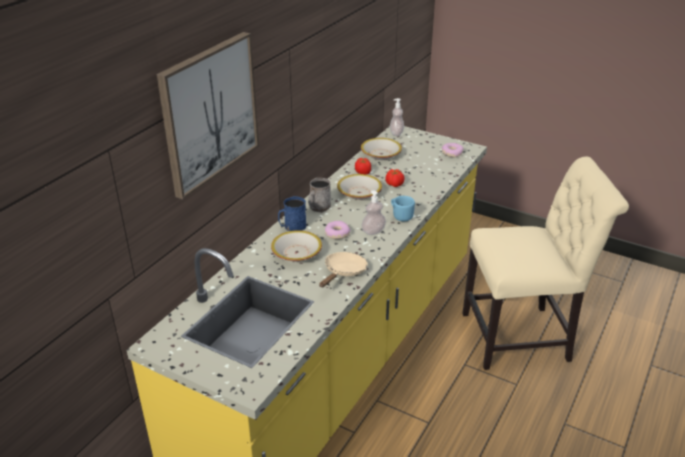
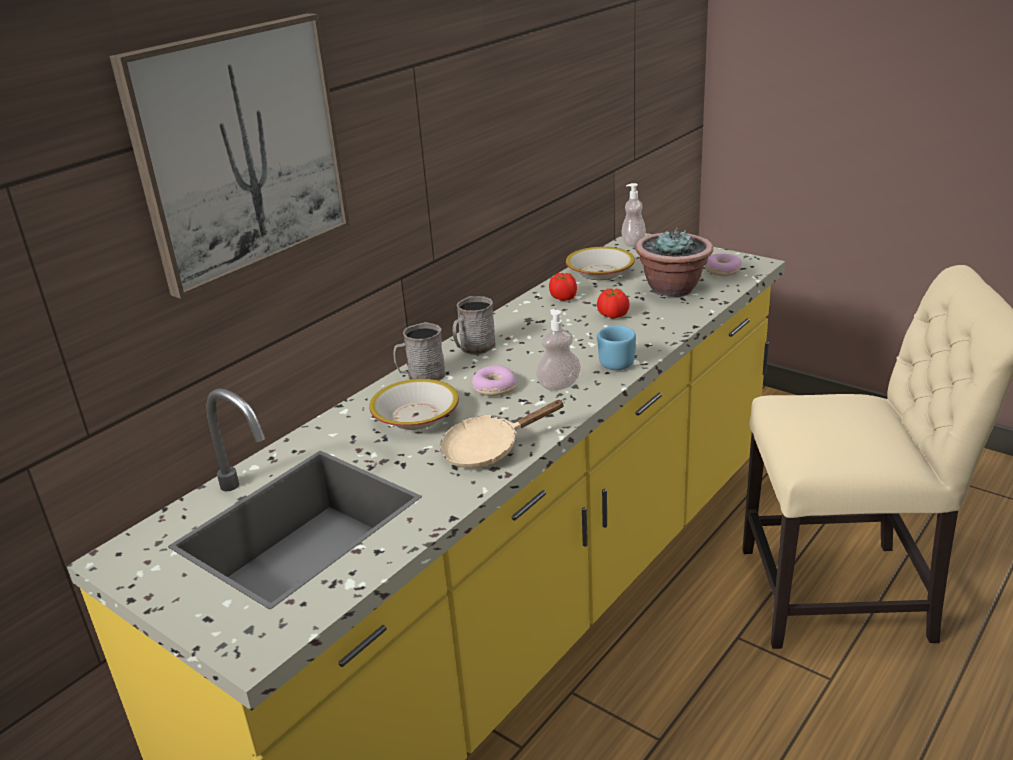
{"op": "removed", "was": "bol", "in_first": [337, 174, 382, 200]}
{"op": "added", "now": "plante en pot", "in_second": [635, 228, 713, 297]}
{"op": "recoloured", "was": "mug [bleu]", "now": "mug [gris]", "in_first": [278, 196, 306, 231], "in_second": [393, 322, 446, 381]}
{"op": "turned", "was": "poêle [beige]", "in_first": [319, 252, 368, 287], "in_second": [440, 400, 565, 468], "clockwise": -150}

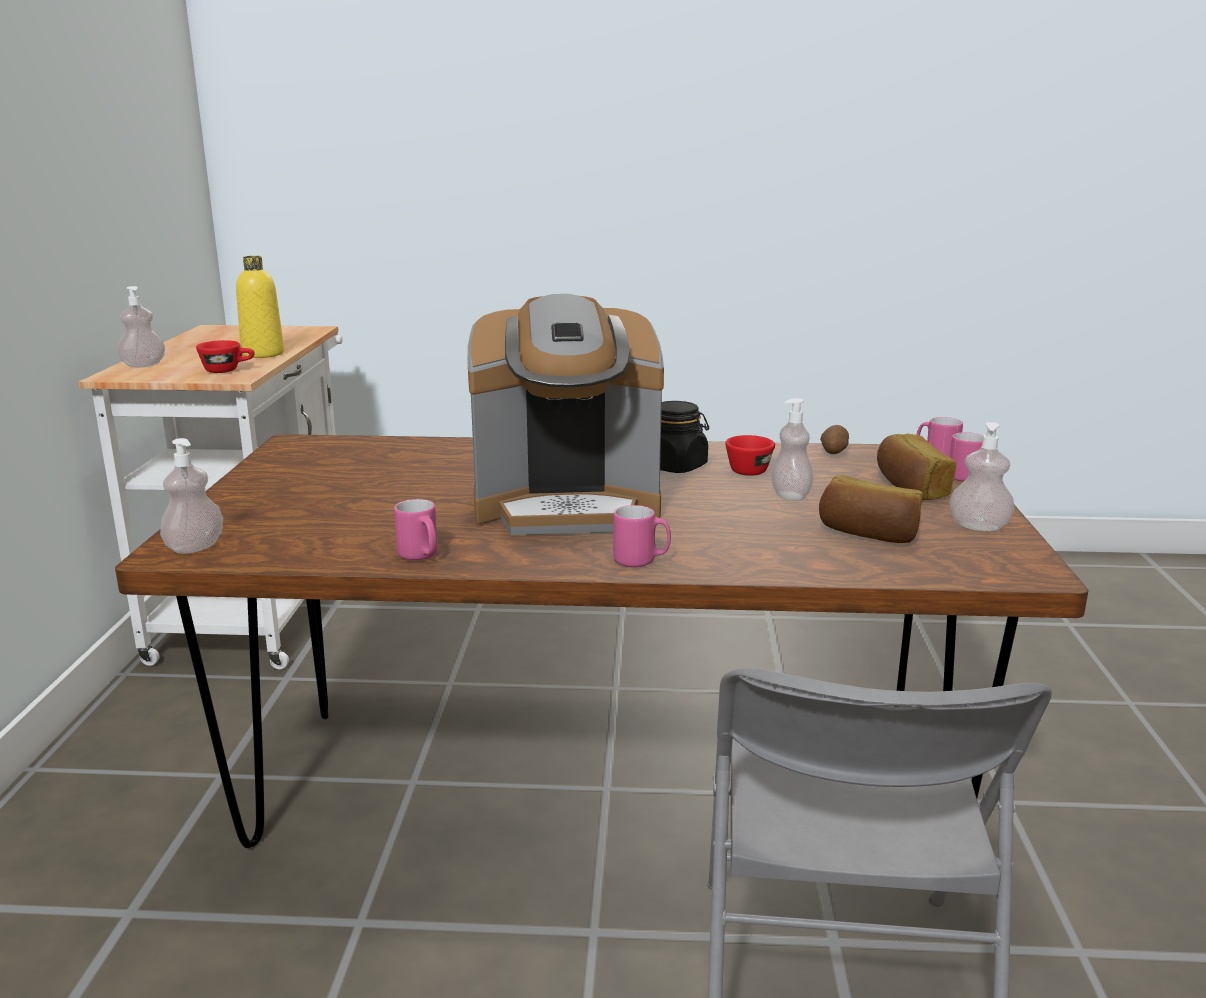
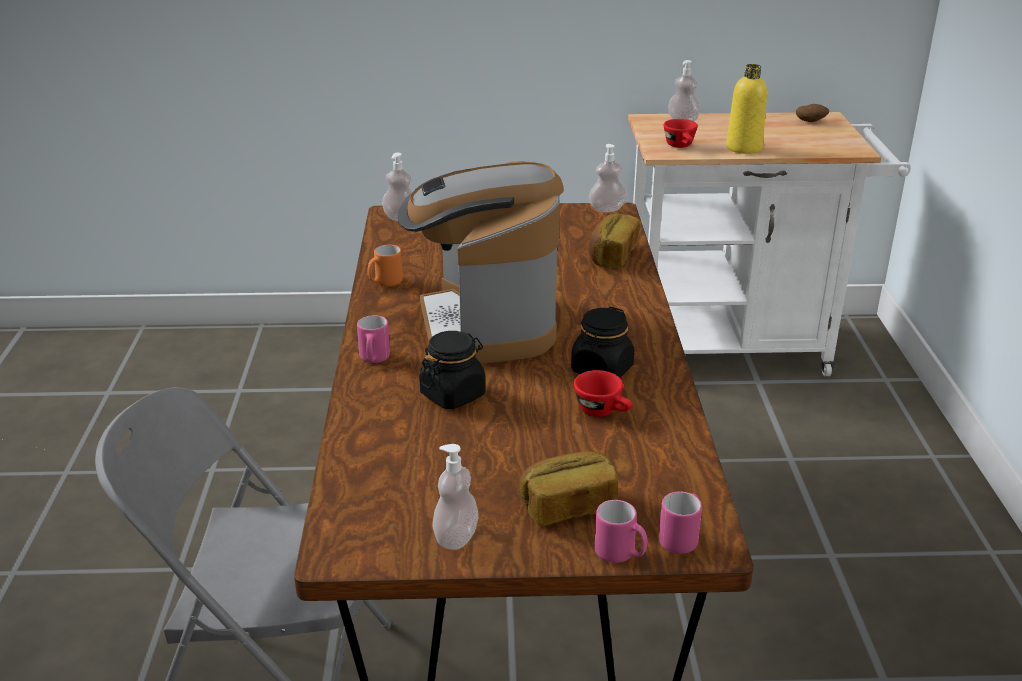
{"op": "added", "now": "bocal [noir]", "in_second": [419, 331, 485, 409]}
{"op": "moved", "was": "distributeur de savon", "in_first": [771, 398, 813, 501], "in_second": [589, 144, 627, 212]}
{"op": "moved", "was": "pain", "in_first": [819, 475, 923, 543], "in_second": [589, 214, 640, 268]}
{"op": "moved", "was": "pomme de terre", "in_first": [820, 425, 849, 454], "in_second": [796, 104, 829, 122]}
{"op": "recoloured", "was": "mug [rose]", "now": "mug [orange]", "in_first": [394, 499, 438, 560], "in_second": [368, 245, 403, 286]}

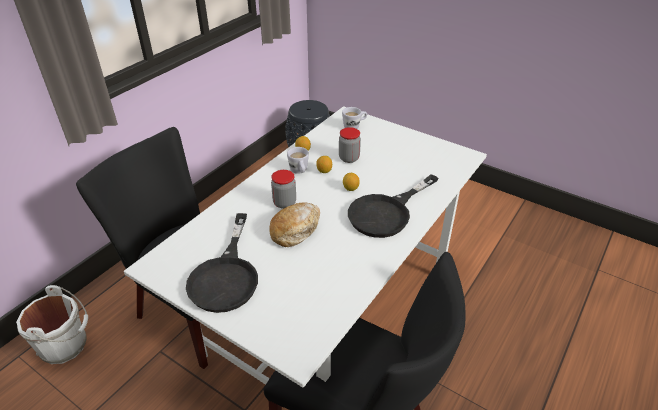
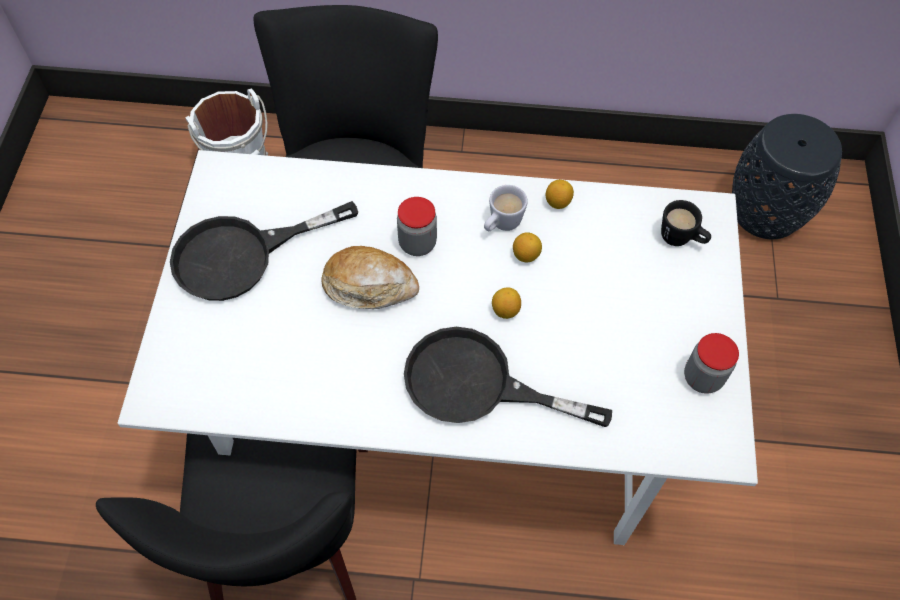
{"op": "moved", "was": "bocal", "in_first": [339, 127, 361, 163], "in_second": [684, 333, 739, 394]}
{"op": "recoloured", "was": "mug [blanc]", "now": "mug [noir]", "in_first": [342, 107, 367, 129], "in_second": [661, 200, 711, 246]}

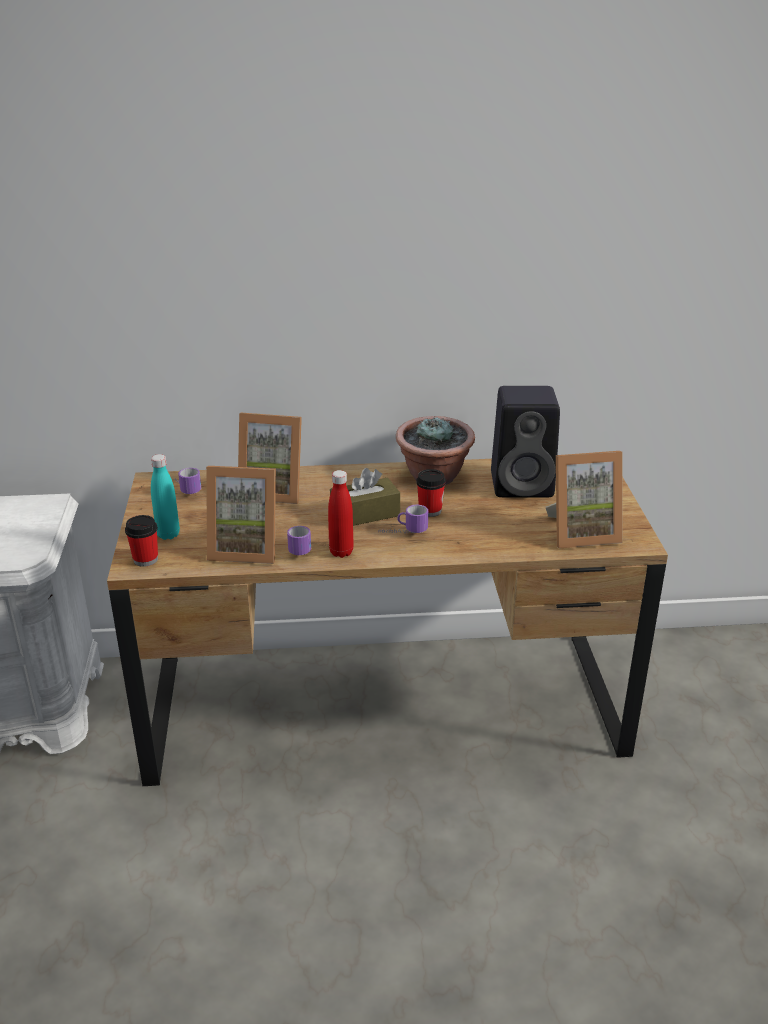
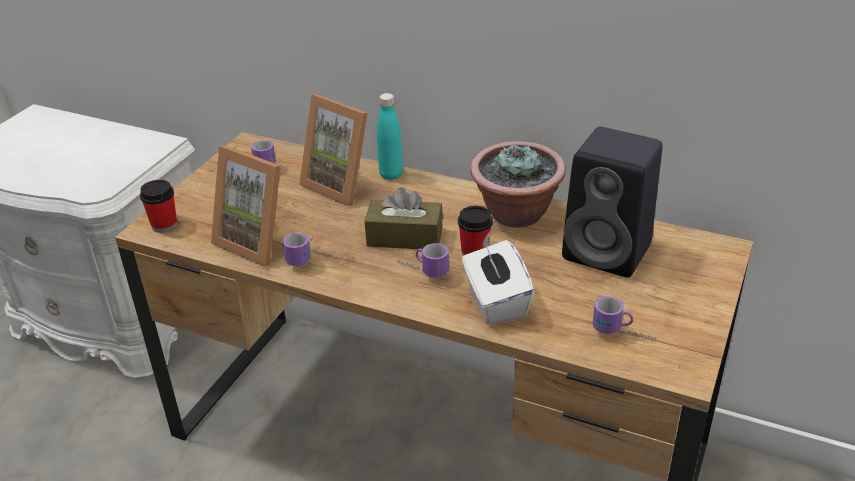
{"op": "removed", "was": "bouteille [rouge]", "in_first": [328, 470, 354, 558]}
{"op": "added", "now": "boîte à mouchoirs [blanc]", "in_second": [462, 240, 534, 325]}
{"op": "moved", "was": "bouteille [turquoise]", "in_first": [151, 454, 180, 540], "in_second": [377, 93, 403, 180]}
{"op": "replaced", "was": "cadre photo", "now": "mug", "in_first": [546, 451, 623, 548], "in_second": [593, 296, 656, 341]}

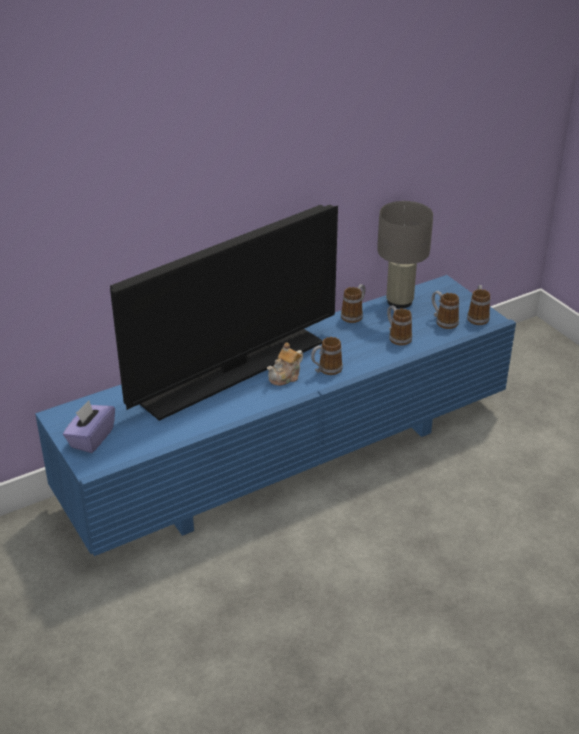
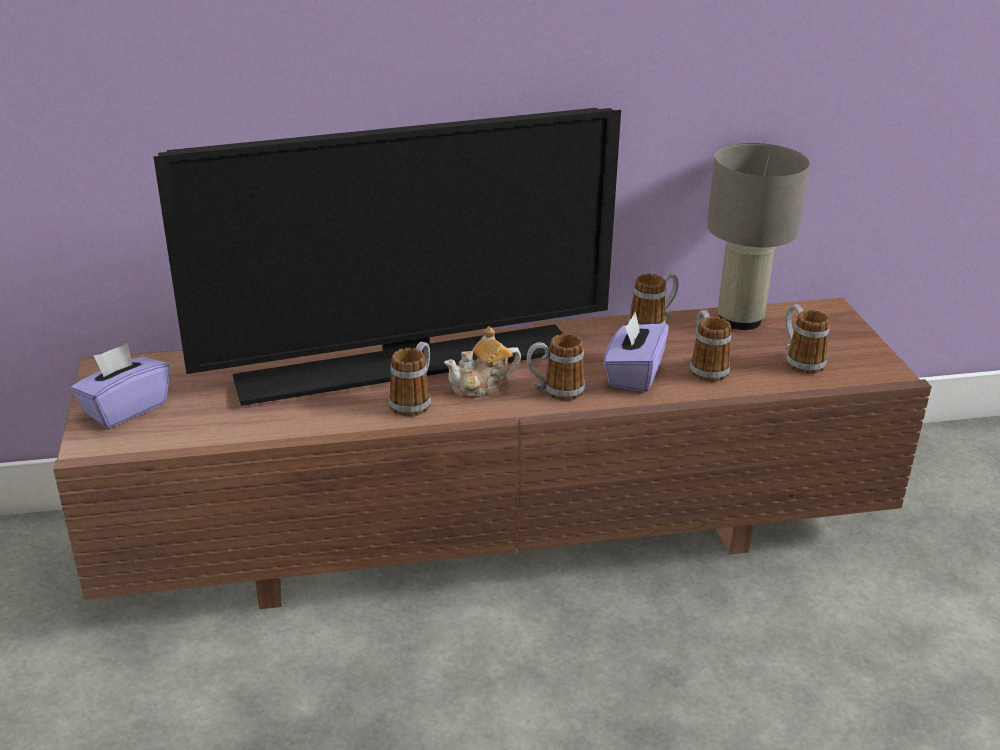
{"op": "added", "now": "boîte à mouchoirs [violet]", "in_second": [603, 311, 669, 392]}
{"op": "moved", "was": "mug", "in_first": [467, 285, 490, 325], "in_second": [389, 342, 431, 417]}
{"op": "recoloured", "was": "meuble télé [bleu]", "now": "meuble télé [marron]", "in_first": [35, 275, 516, 556], "in_second": [53, 298, 932, 609]}

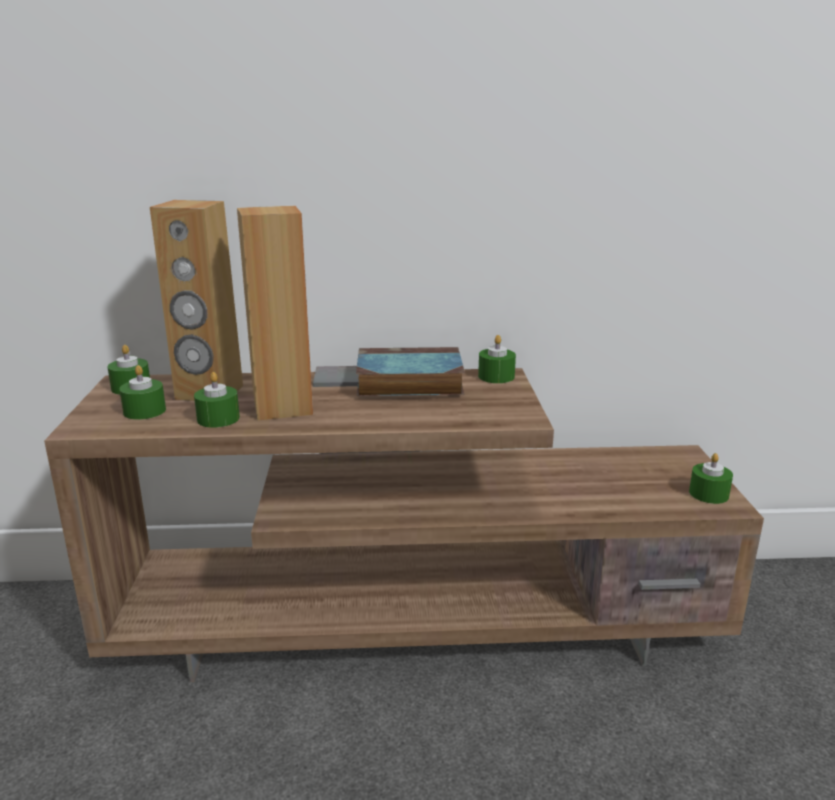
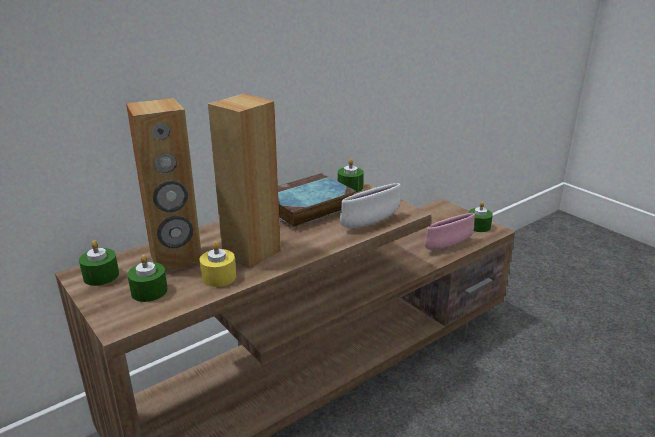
{"op": "added", "now": "bol [blanc]", "in_second": [340, 183, 400, 228]}
{"op": "added", "now": "bol [rose]", "in_second": [424, 213, 475, 250]}
{"op": "recoloured", "was": "bougie [vert]", "now": "bougie [jaune]", "in_first": [194, 372, 240, 428], "in_second": [200, 241, 236, 287]}

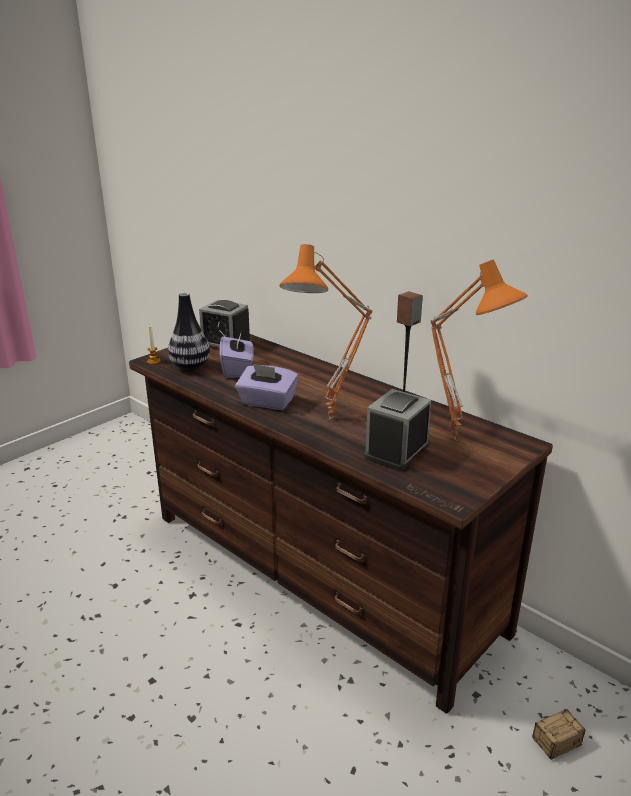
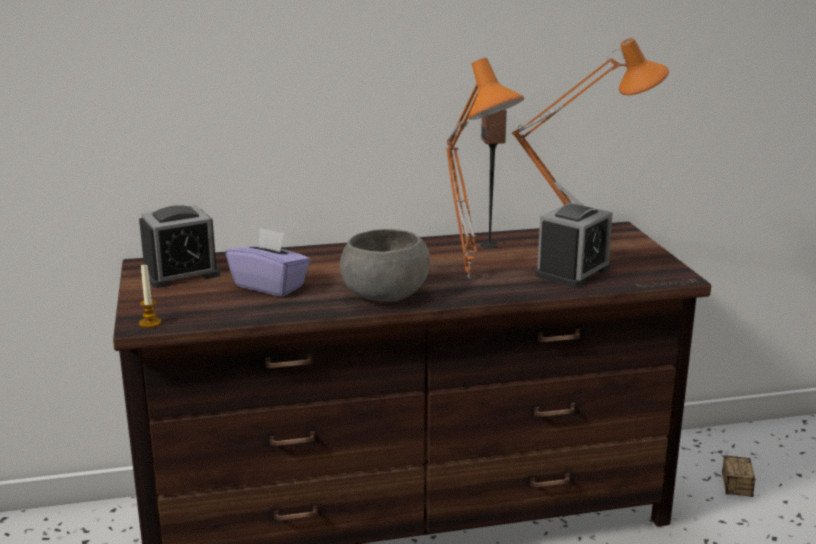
{"op": "removed", "was": "vase", "in_first": [168, 293, 210, 371]}
{"op": "replaced", "was": "boîte à mouchoirs [violet]", "now": "bol [gris]", "in_first": [235, 364, 298, 410], "in_second": [340, 229, 430, 302]}
{"op": "turned", "was": "réveil", "in_first": [364, 389, 431, 471], "in_second": [536, 203, 613, 287], "clockwise": -120}

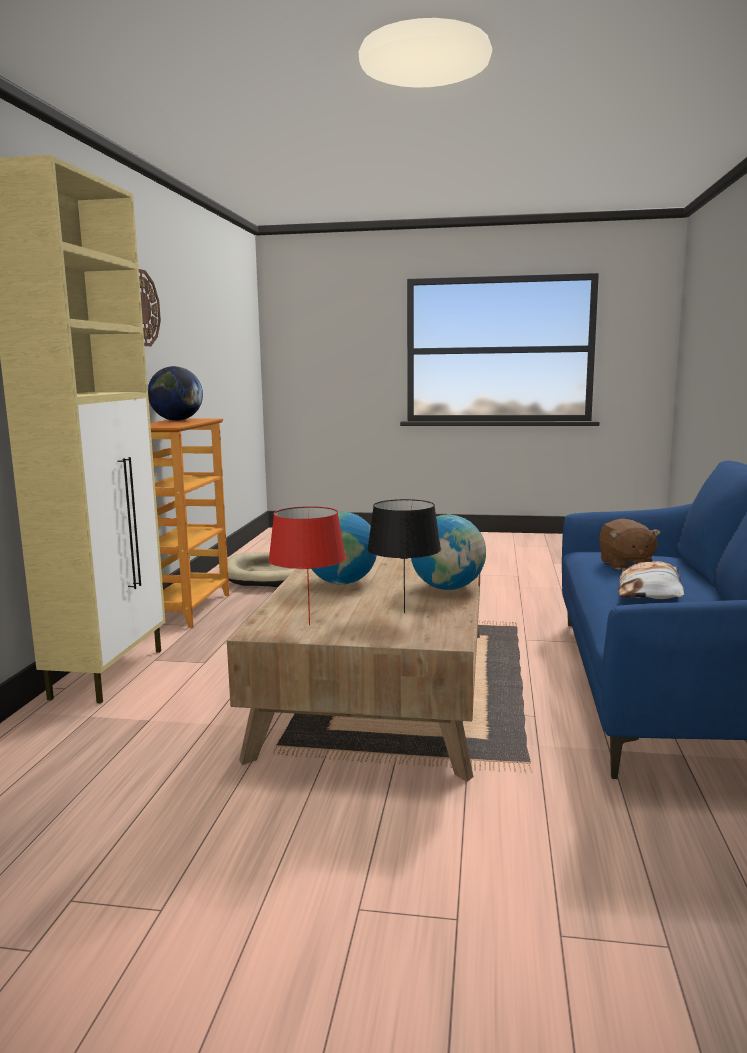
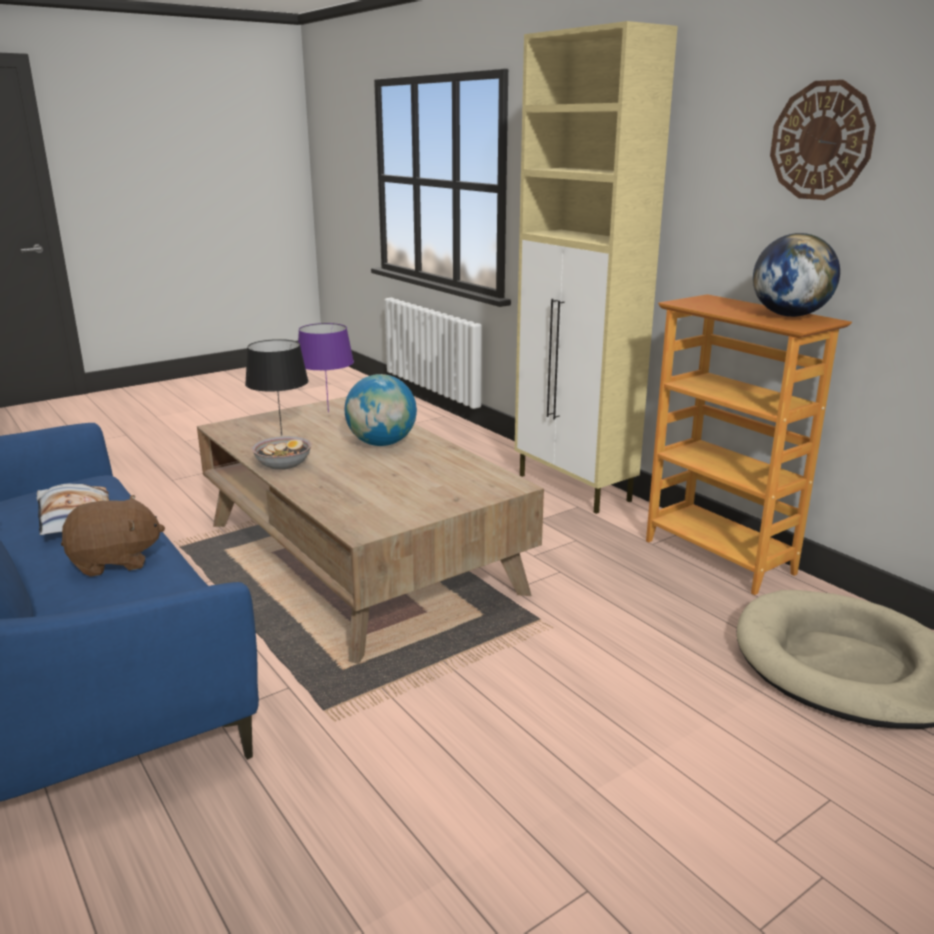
{"op": "replaced", "was": "globe", "now": "bol", "in_first": [411, 514, 486, 590], "in_second": [251, 436, 312, 470]}
{"op": "recoloured", "was": "lampe de table [rouge]", "now": "lampe de table [violet]", "in_first": [268, 506, 346, 625], "in_second": [298, 323, 354, 412]}
{"op": "turned", "was": "peluche [marron]", "in_first": [599, 519, 661, 570], "in_second": [61, 495, 165, 577], "clockwise": 120}

